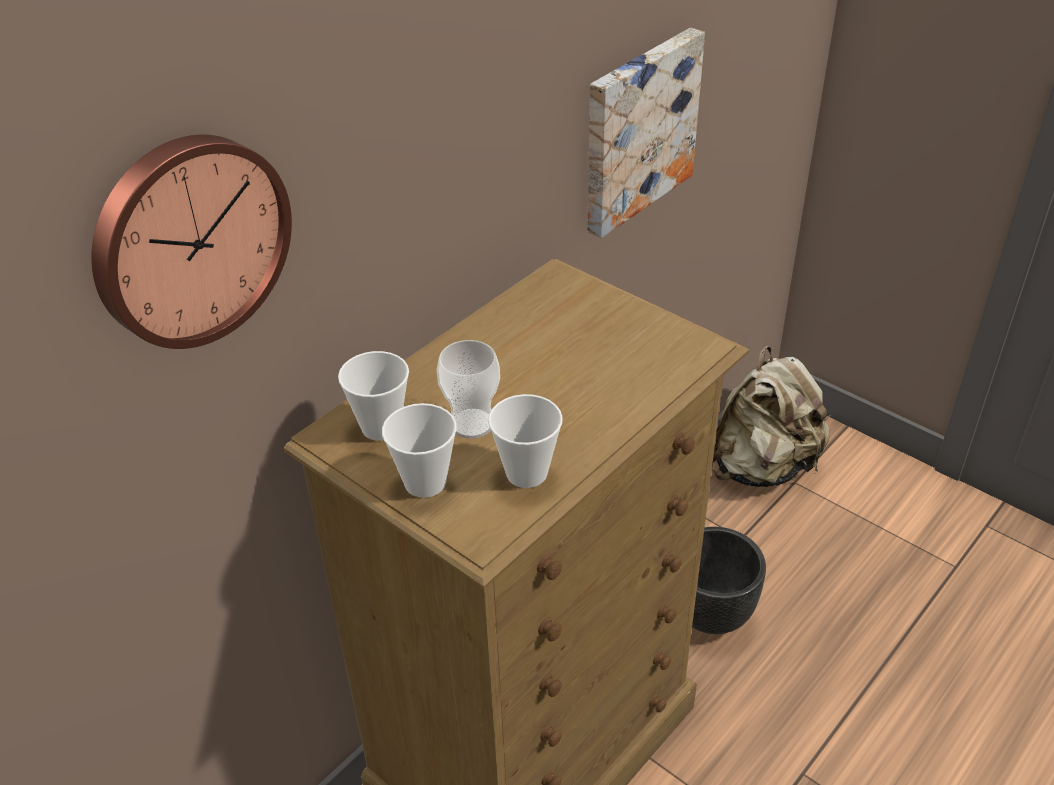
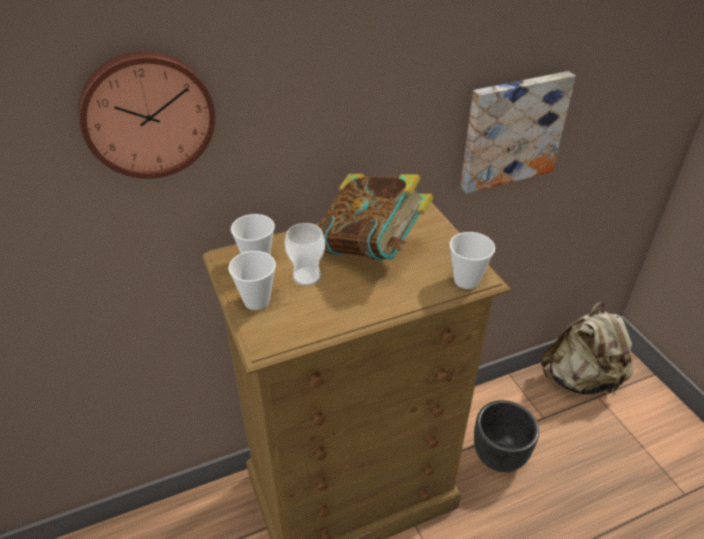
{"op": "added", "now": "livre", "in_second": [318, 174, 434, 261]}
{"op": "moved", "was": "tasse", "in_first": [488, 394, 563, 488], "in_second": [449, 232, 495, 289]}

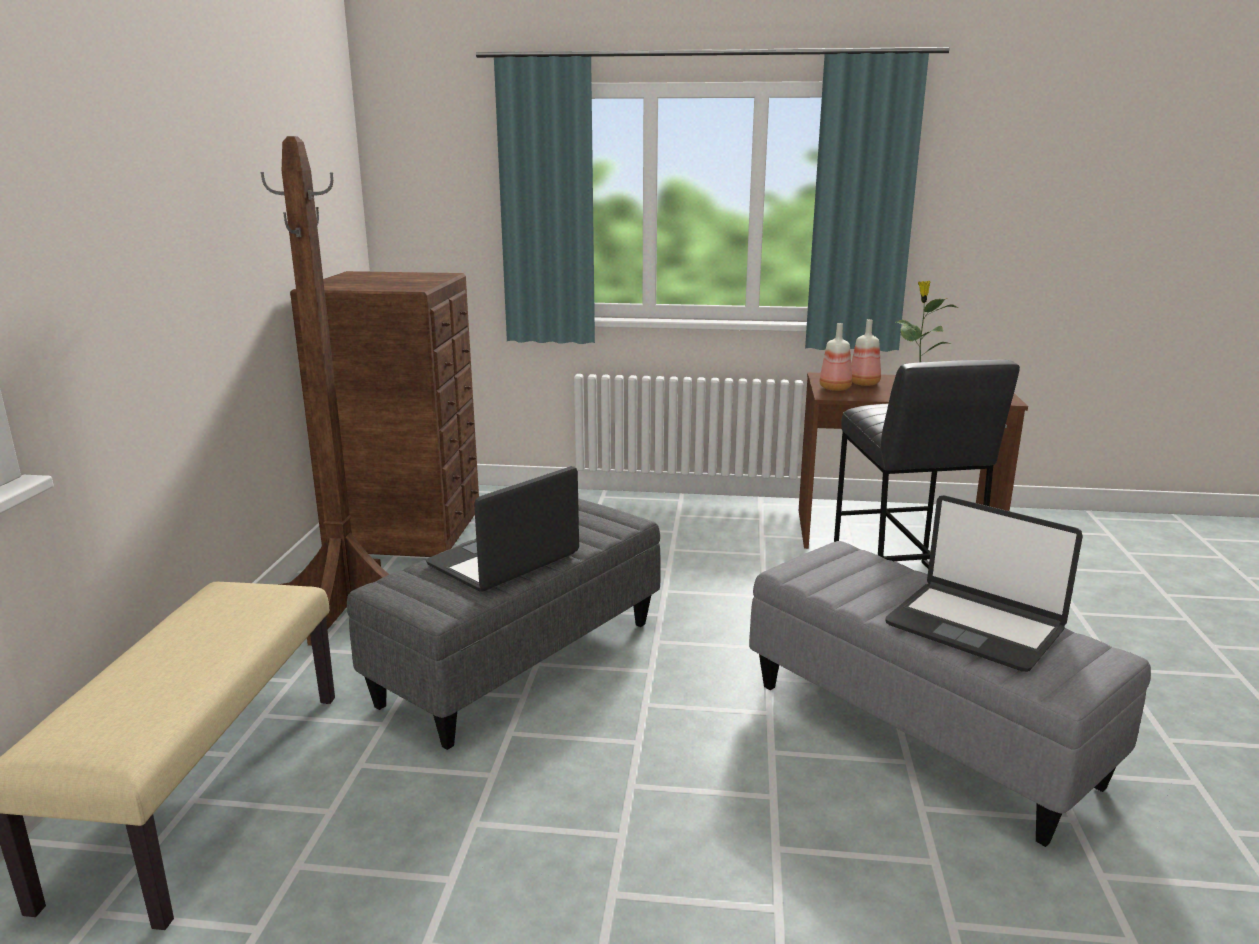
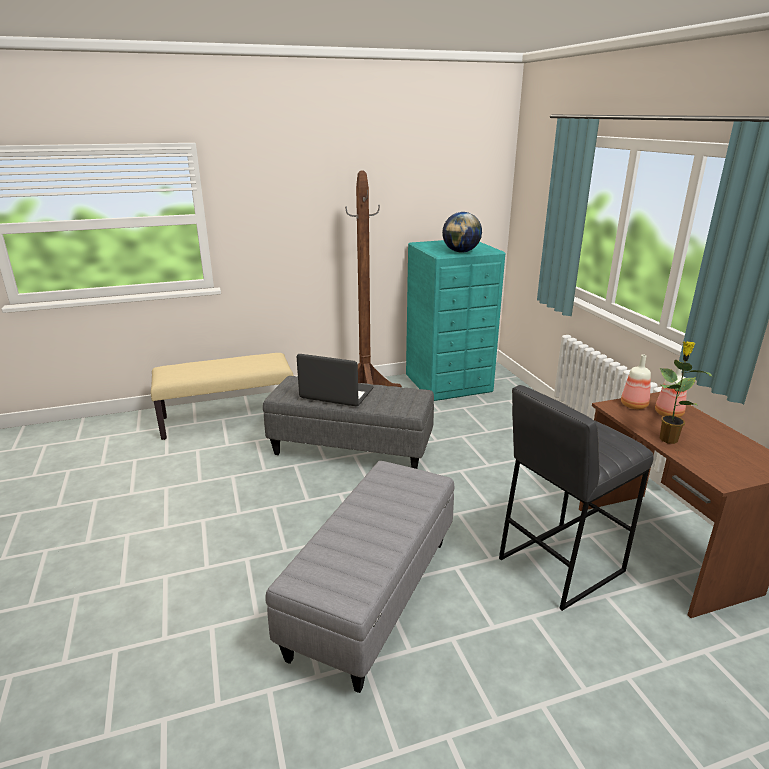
{"op": "removed", "was": "ordinateur portable", "in_first": [885, 495, 1083, 672]}
{"op": "added", "now": "globe", "in_second": [442, 212, 482, 253]}
{"op": "recoloured", "was": "commode [marron]", "now": "commode [turquoise]", "in_first": [290, 271, 479, 557], "in_second": [406, 240, 505, 401]}

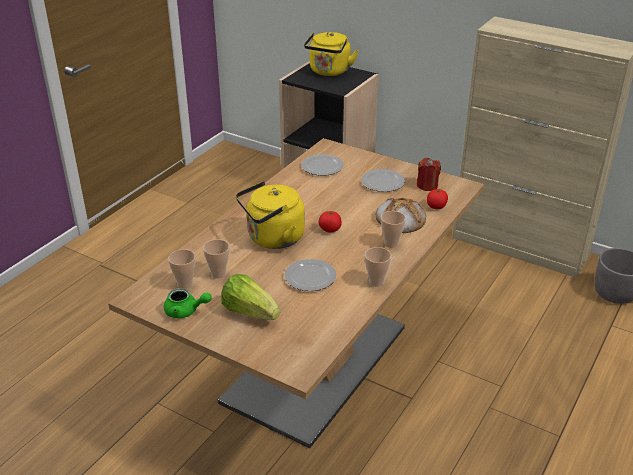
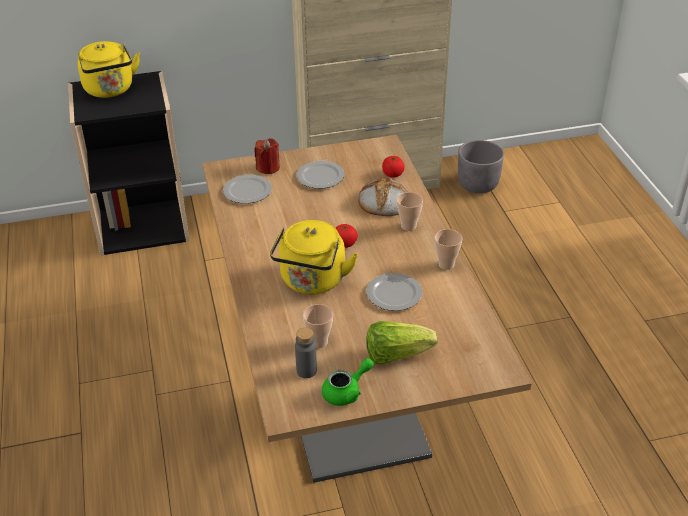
{"op": "moved", "was": "bougie [rouge]", "in_first": [417, 158, 441, 191], "in_second": [254, 138, 280, 174]}
{"op": "replaced", "was": "tasse", "now": "bouteille [gris]", "in_first": [168, 249, 196, 289], "in_second": [295, 327, 317, 378]}

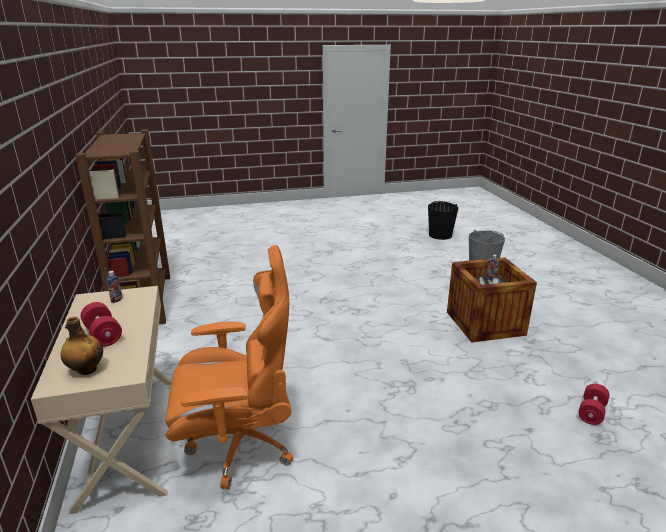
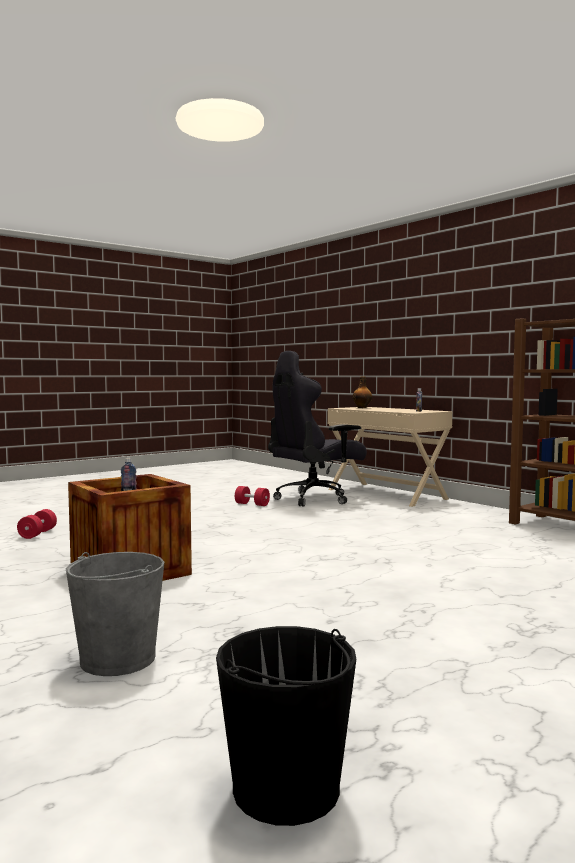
{"op": "moved", "was": "haltère [rouge]", "in_first": [80, 302, 122, 346], "in_second": [235, 486, 270, 506]}
{"op": "recoloured", "was": "chaise de bureau [orange]", "now": "chaise de bureau [noir]", "in_first": [166, 245, 293, 489], "in_second": [268, 351, 367, 507]}

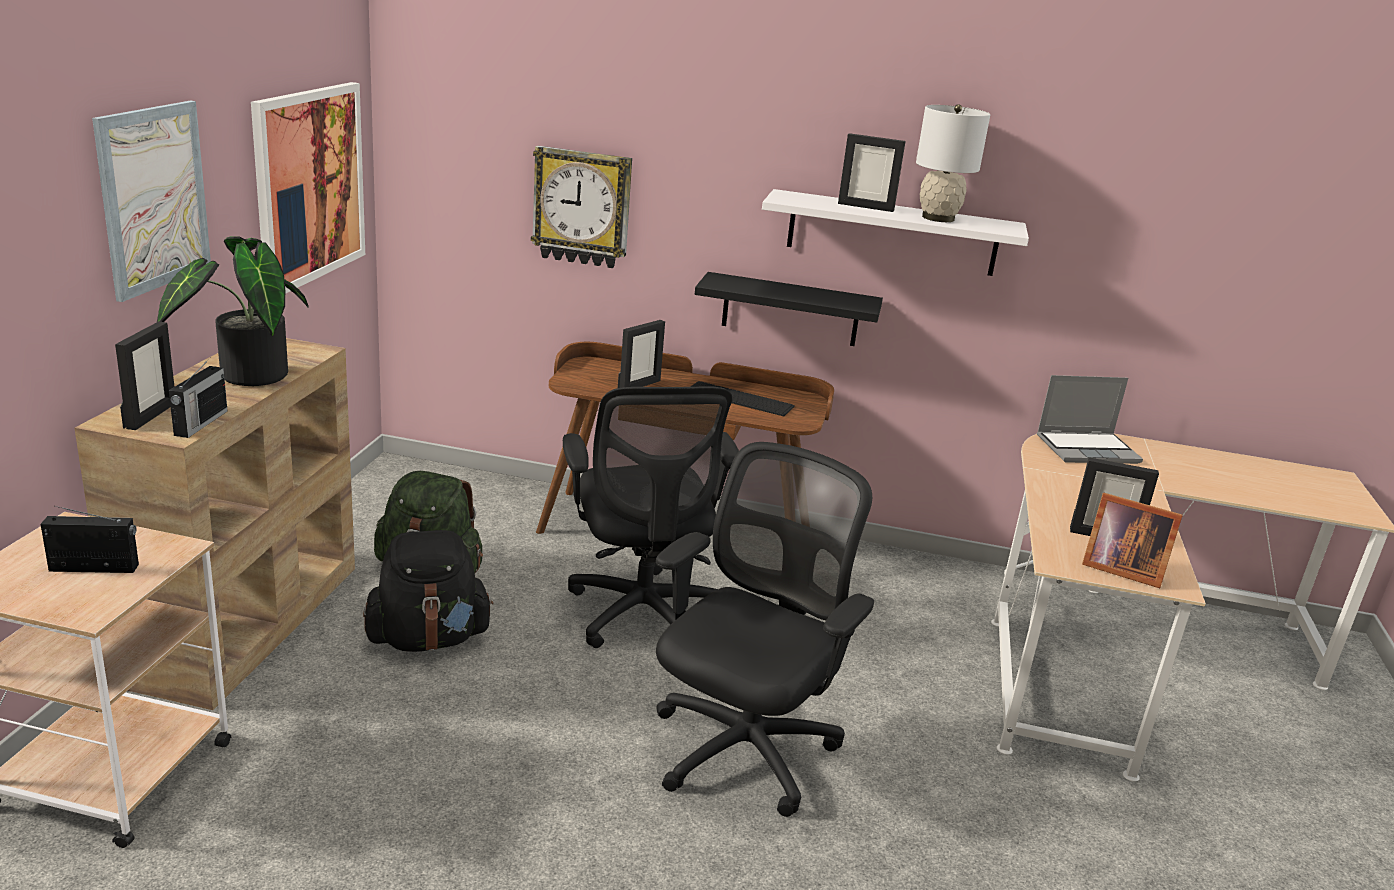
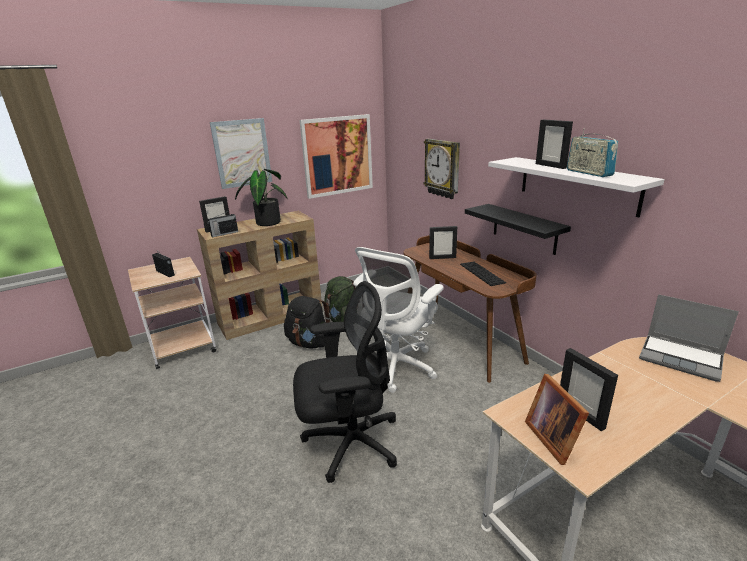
{"op": "replaced", "was": "lampe de table [blanc]", "now": "radio", "in_first": [916, 104, 990, 222], "in_second": [567, 129, 618, 177]}
{"op": "recoloured", "was": "chaise de bureau [noir]", "now": "chaise de bureau [blanc]", "in_first": [563, 386, 739, 648], "in_second": [353, 247, 443, 393]}

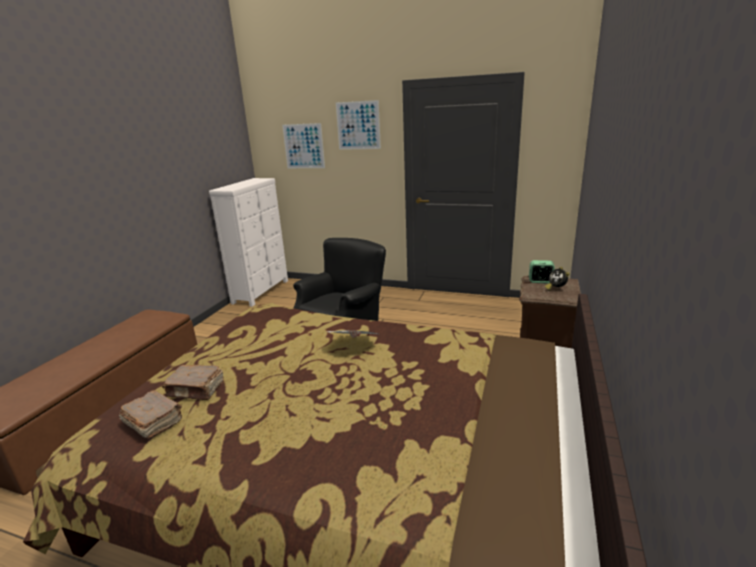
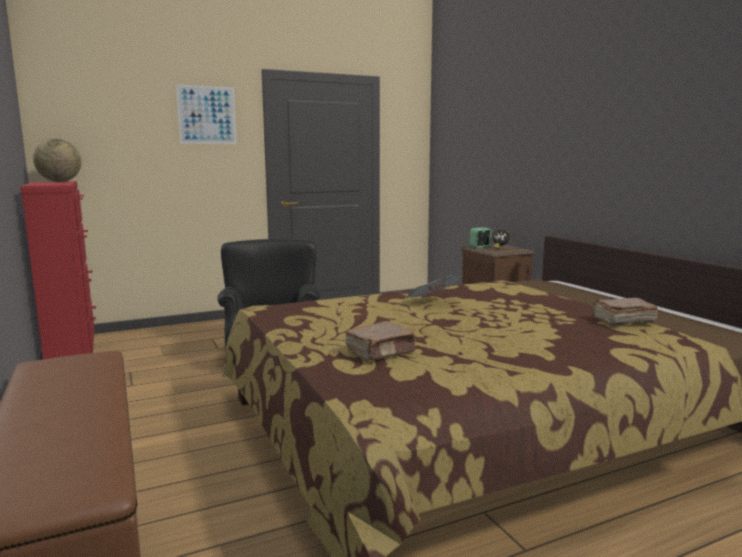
{"op": "removed", "was": "tableau", "in_first": [282, 123, 325, 168]}
{"op": "added", "now": "globe", "in_second": [33, 139, 81, 182]}
{"op": "moved", "was": "livre [marron]", "in_first": [119, 390, 182, 439], "in_second": [593, 298, 658, 326]}
{"op": "recoloured", "was": "commode [blanc]", "now": "commode [rouge]", "in_first": [209, 178, 288, 307], "in_second": [20, 181, 96, 359]}

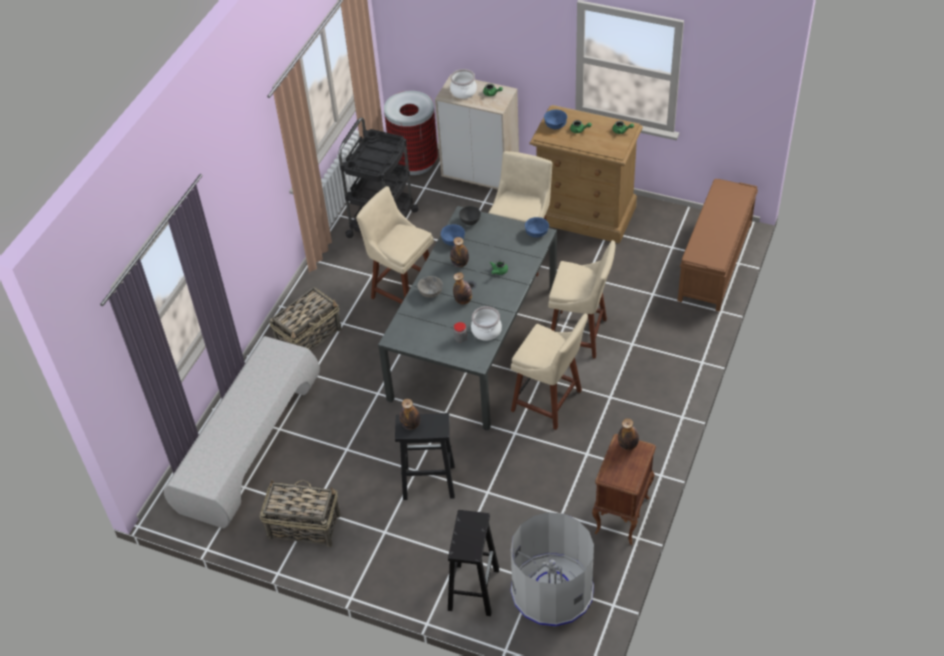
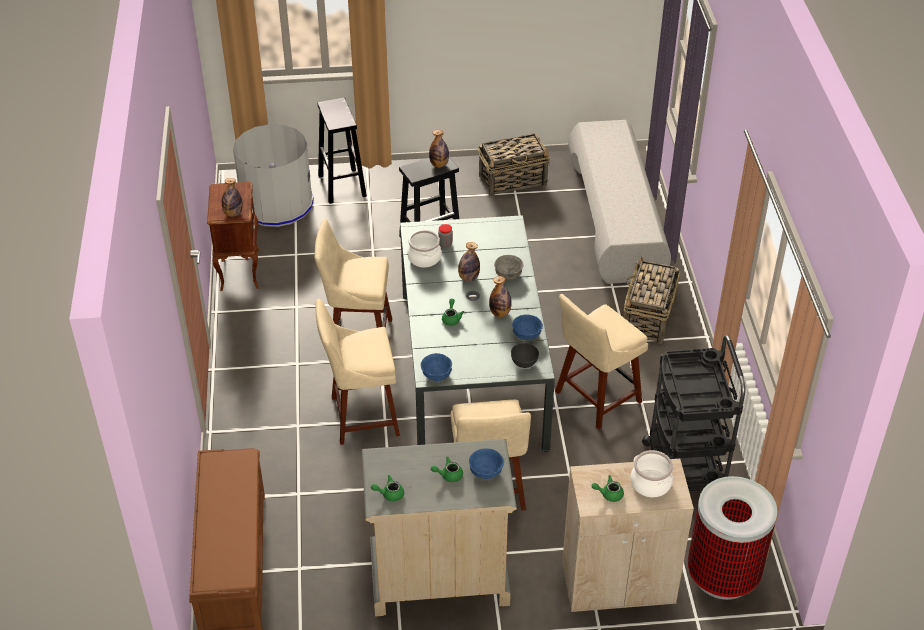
{"op": "recoloured", "was": "commode [marron]", "now": "commode [gris]", "in_first": [529, 105, 643, 244], "in_second": [362, 439, 517, 617]}
{"op": "turned", "was": "chaise [beige]", "in_first": [356, 186, 434, 304], "in_second": [555, 294, 648, 429], "clockwise": 135}

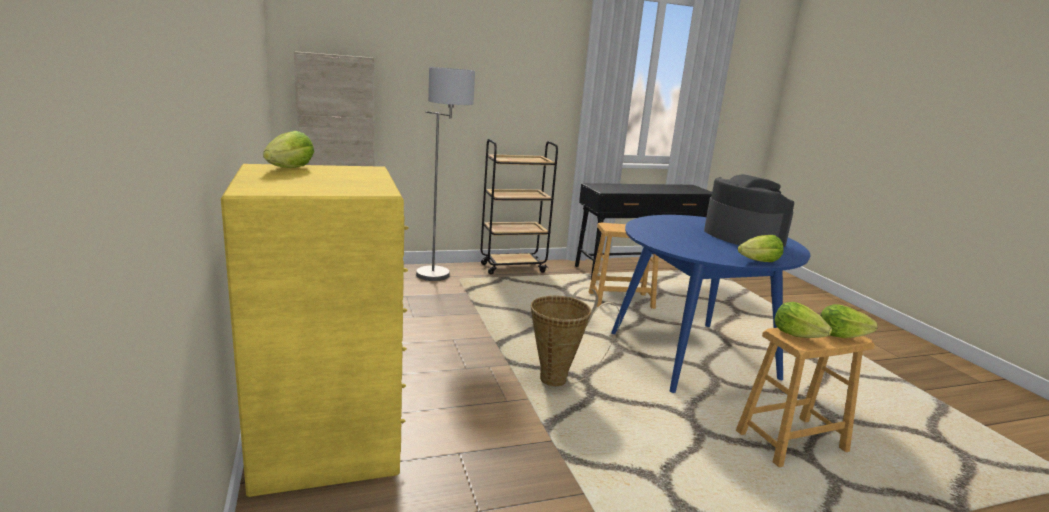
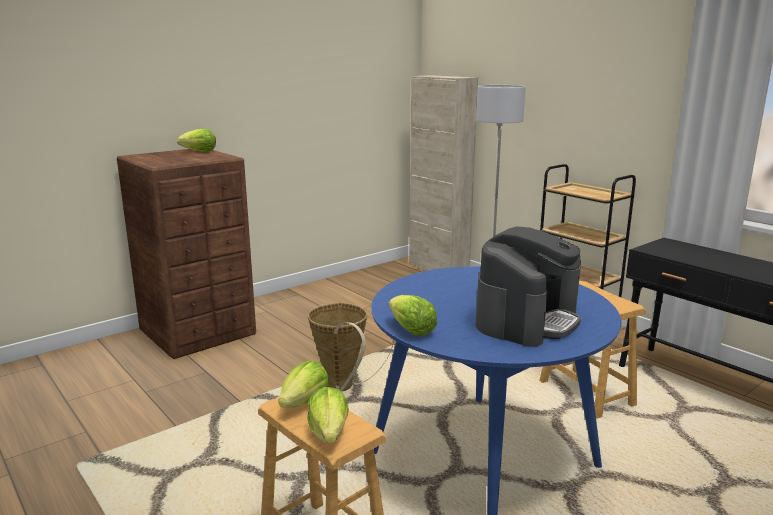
{"op": "recoloured", "was": "commode [jaune]", "now": "commode [marron]", "in_first": [221, 164, 409, 497], "in_second": [117, 149, 256, 359]}

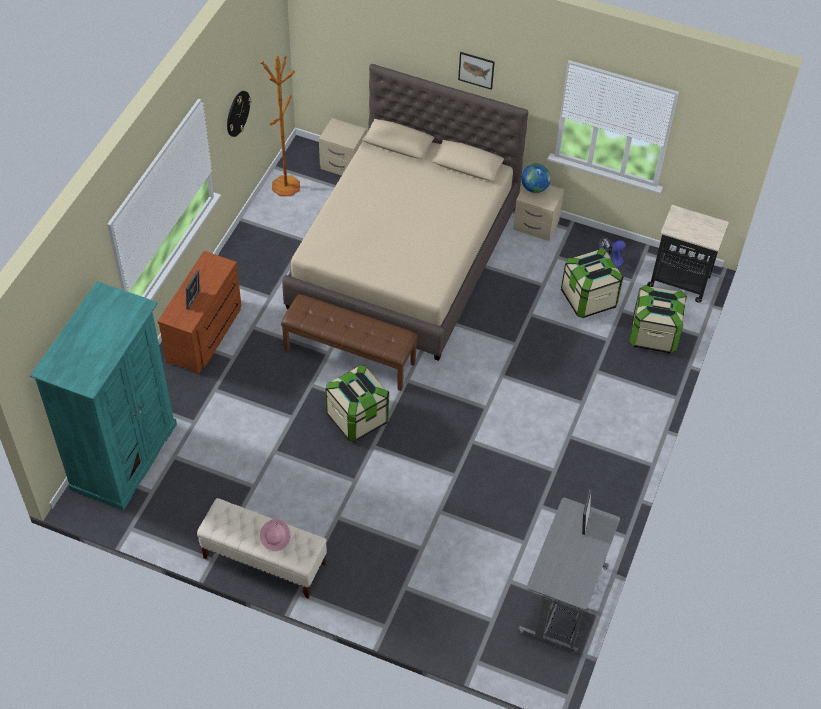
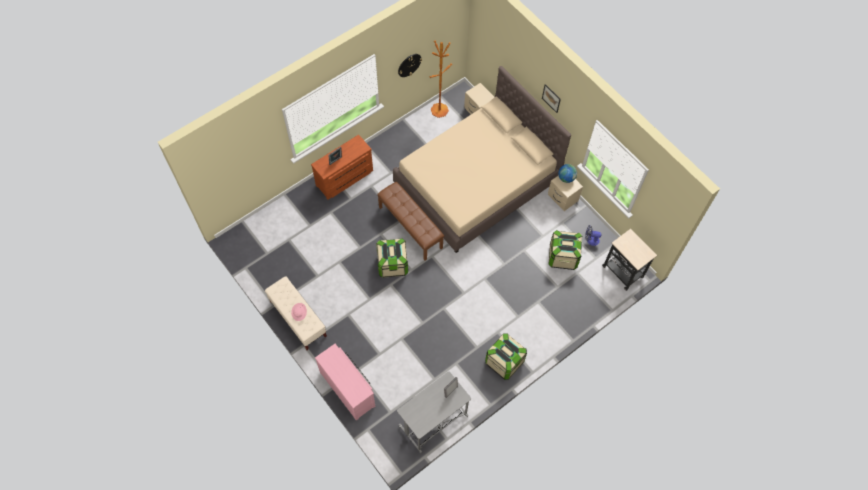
{"op": "removed", "was": "armoire [turquoise]", "in_first": [30, 281, 177, 511]}
{"op": "added", "now": "commode [rose]", "in_second": [315, 344, 375, 421]}
{"op": "moved", "was": "boîte de rangement", "in_first": [629, 285, 687, 354], "in_second": [485, 333, 527, 380]}

